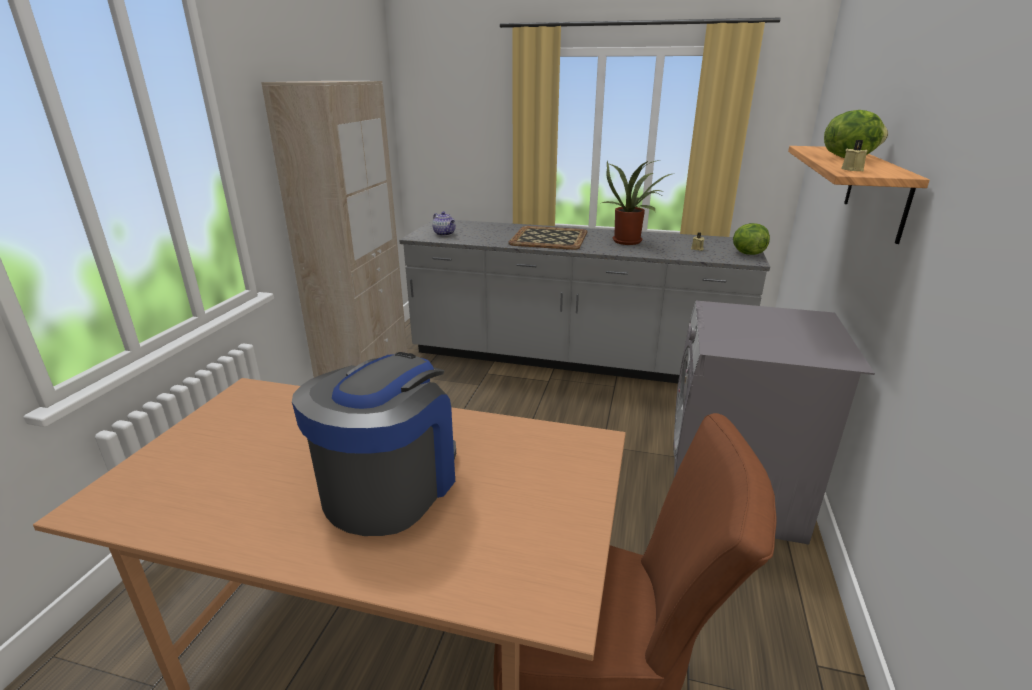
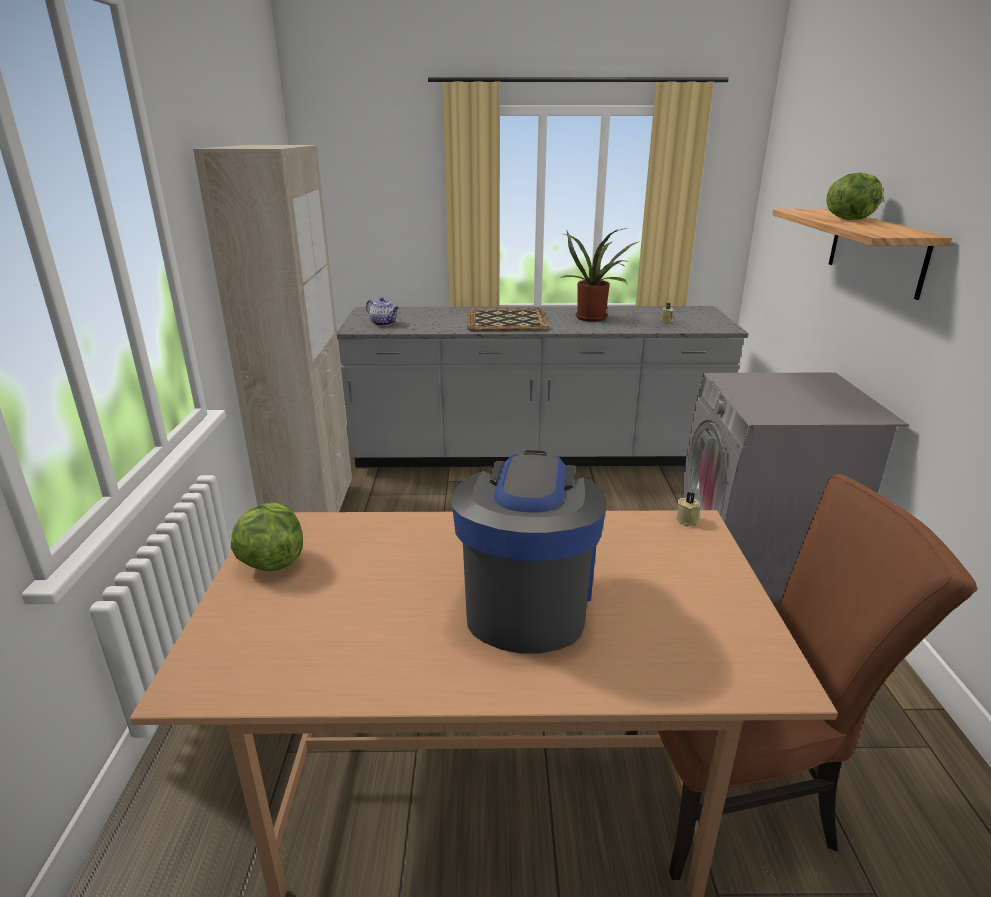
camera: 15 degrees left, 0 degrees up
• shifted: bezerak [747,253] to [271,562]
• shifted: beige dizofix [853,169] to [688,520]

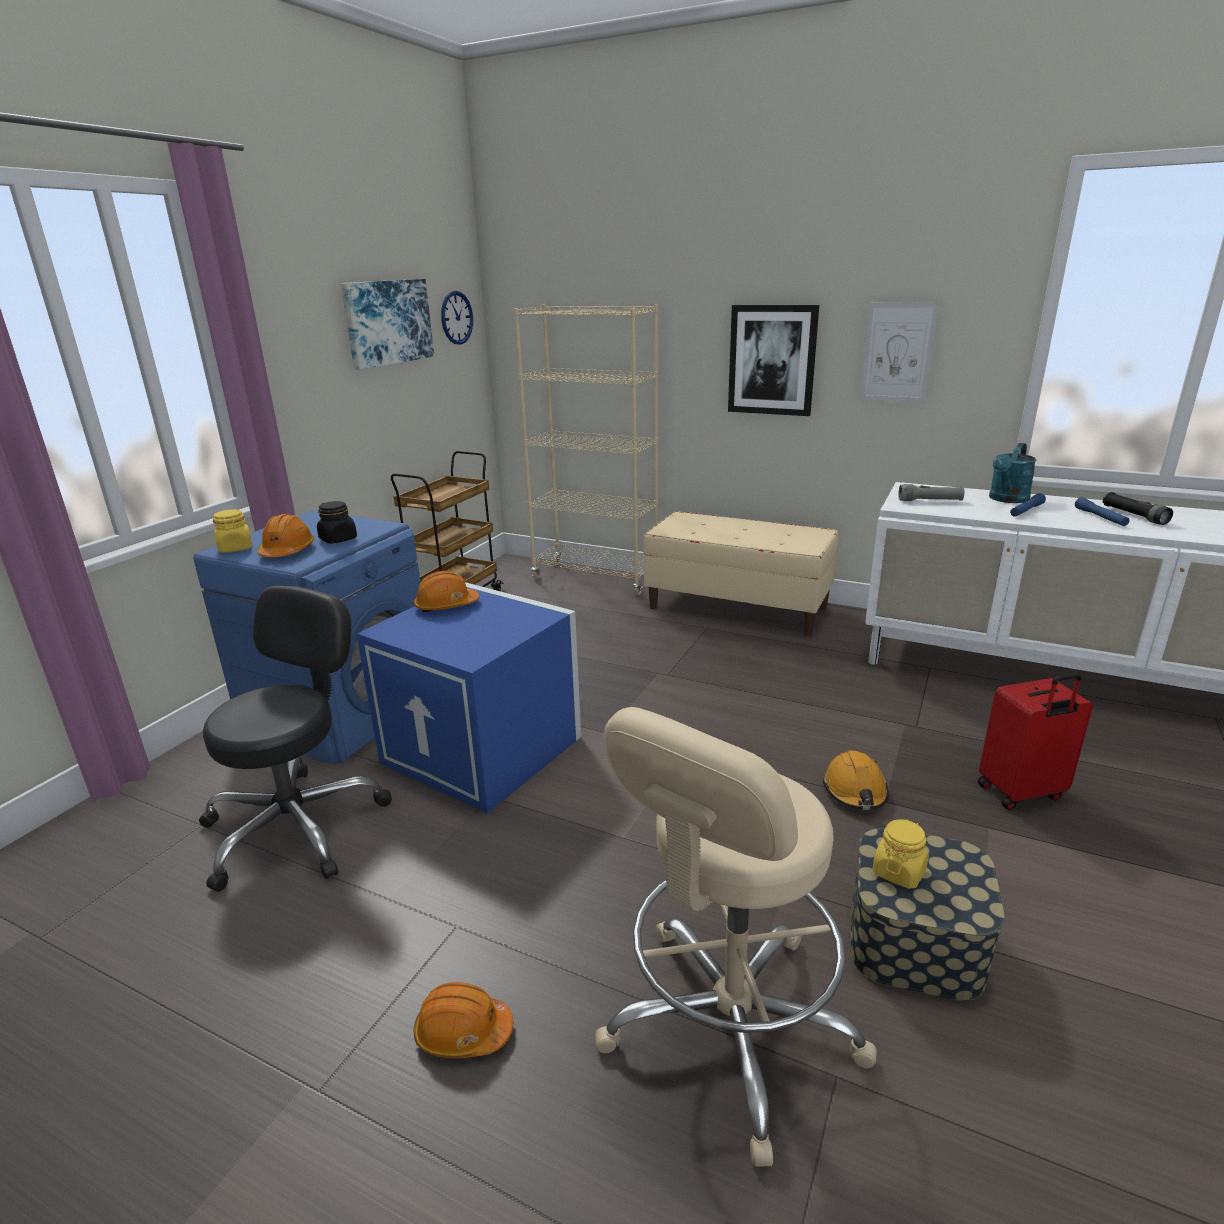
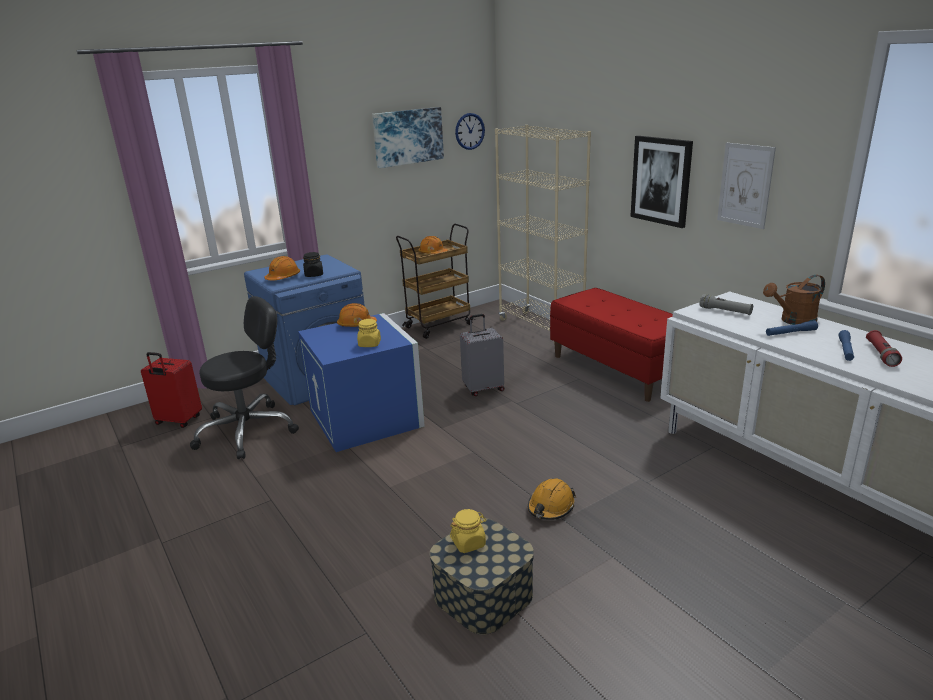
camera: 30 degrees right, 0 degrees up
• shifted: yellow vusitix [236,548] to [369,344]
• shifted: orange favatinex [463,1032] to [433,253]
• gone: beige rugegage [729,1028]
• repainted: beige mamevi [738,607] to red mamevi [618,369]
• shifted: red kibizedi [1021,793] to [178,421]
• repainted: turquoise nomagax [1007,499] to brown nomagax [793,321]
• repainted: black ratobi [1134,516] to red ratobi [881,354]
• new: grey kibizedi [483,388]

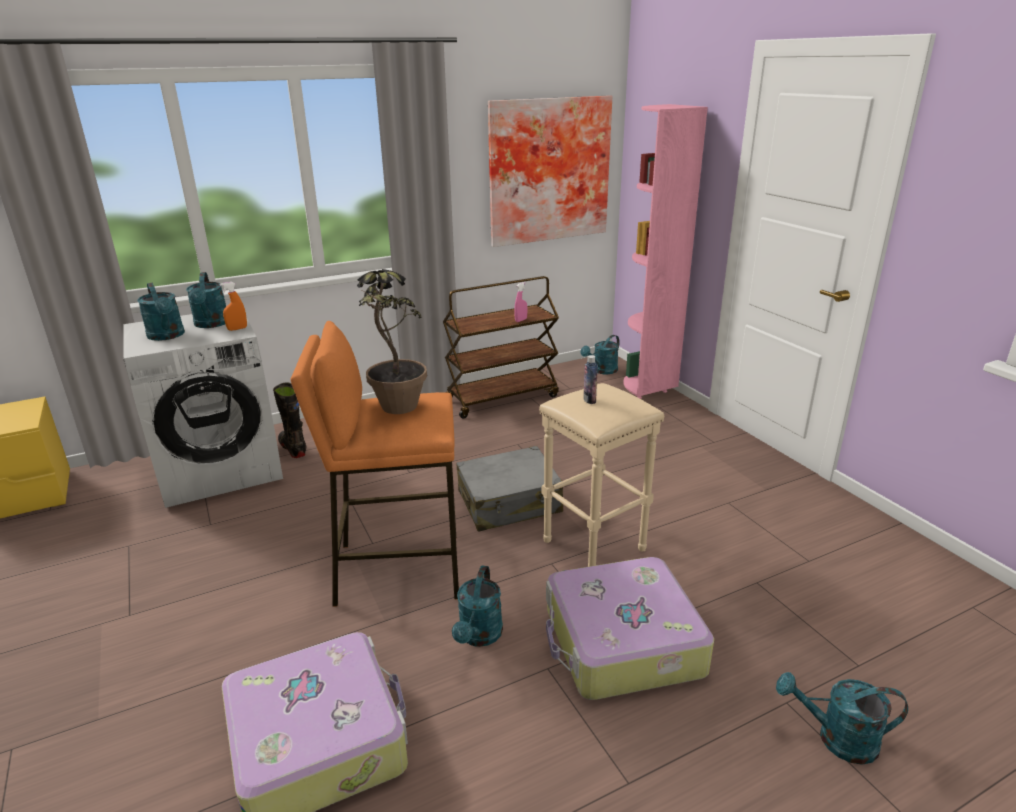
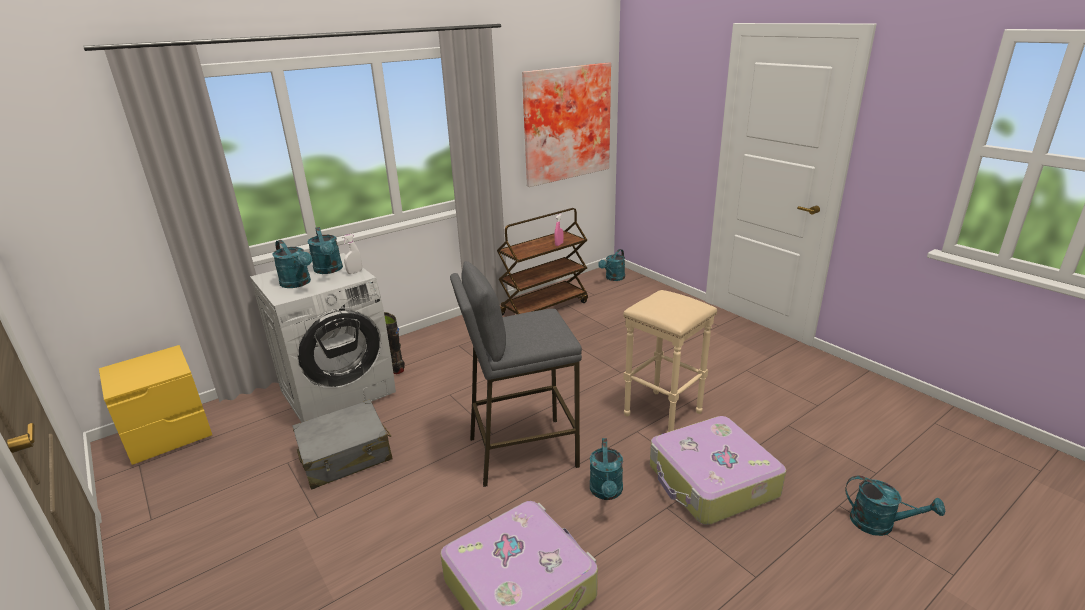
camera: 10 degrees left, 0 degrees up
• repainted: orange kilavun [237,329] to white kilavun [355,272]
• repainted: orange rugegage [397,569] to grey rugegage [522,451]
• gone: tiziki [396,412]
• shifted: grey kibizedi [509,502] to [346,455]
• gone: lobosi [589,400]
• gone: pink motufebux [645,389]
• rotated: turquoise nomagax [836,739] = [880,524] 150 degrees counterclockwise

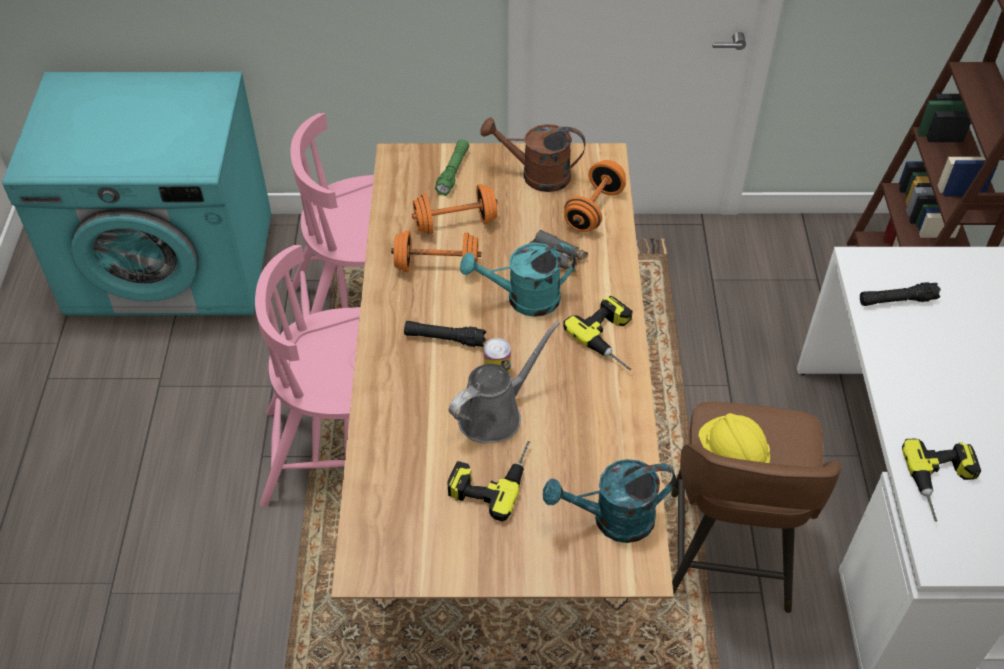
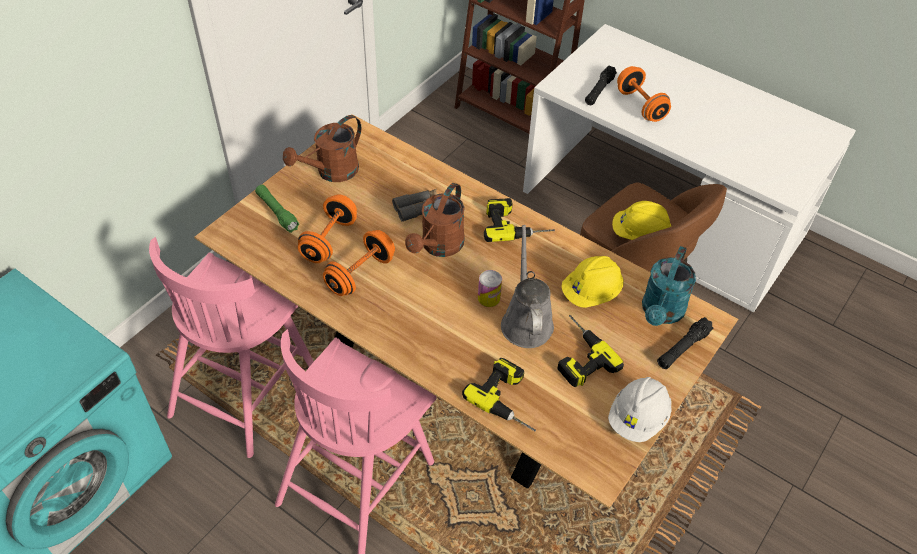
camera: 55 degrees left, 0 degrees up
• shifted: black ratobi [444,339] to [683,348]
• repainted: turquoise nomagax [523,299] to brown nomagax [439,247]
• shifted: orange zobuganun [594,210] to [640,105]
• shifted: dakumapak [944,484] to [510,399]
• new: yellow favatinex [591,293]
• new: white favatinex [638,418]

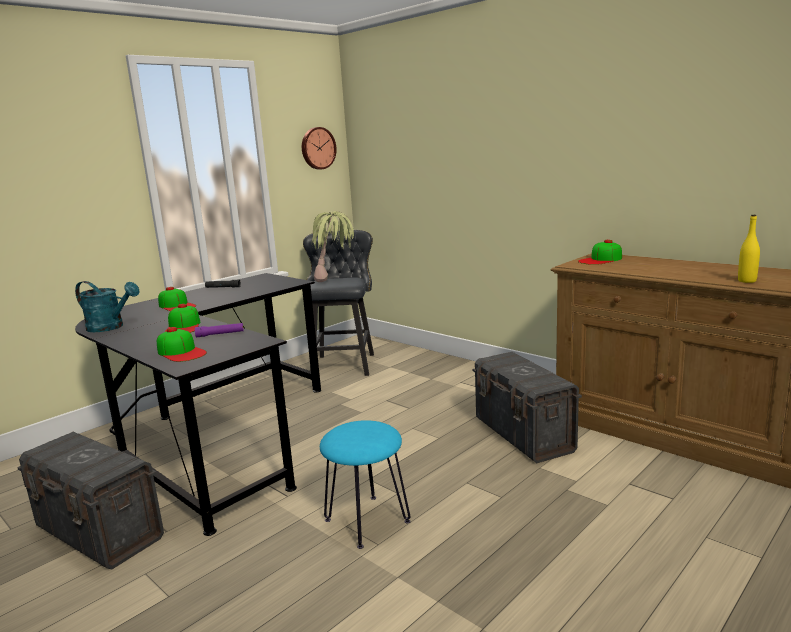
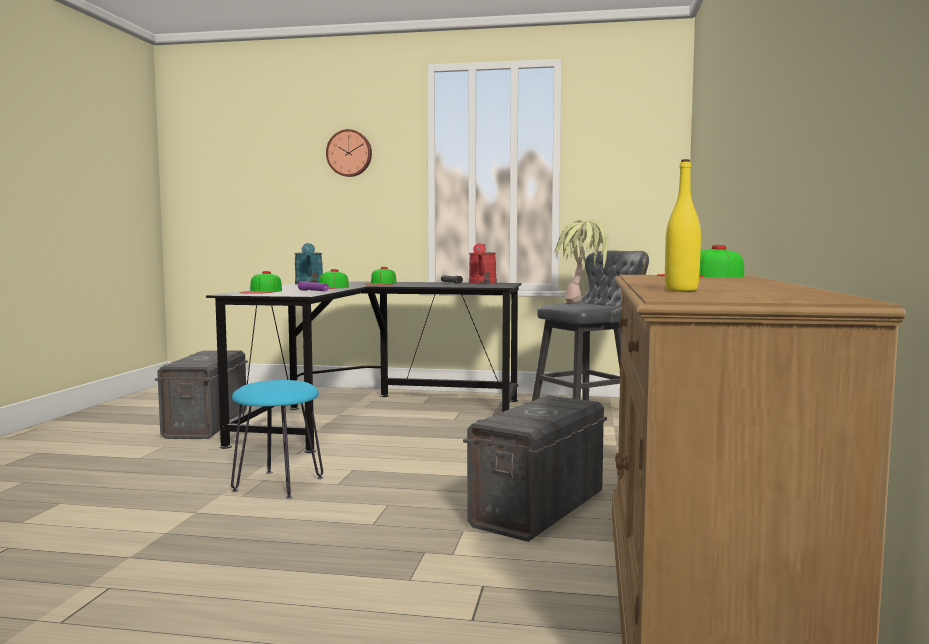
camera: 55 degrees right, 10 degrees down
• shifted: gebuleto [317,148] to [349,153]
• new: red nomagax [482,283]

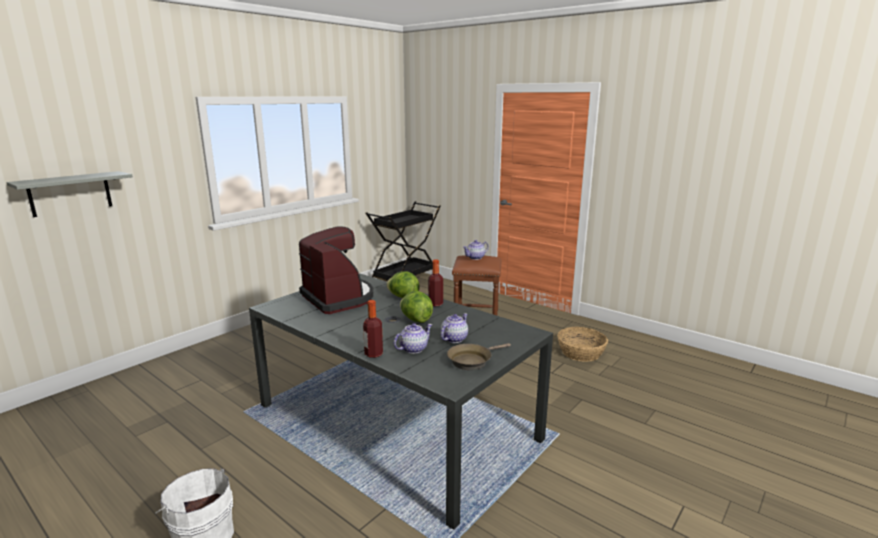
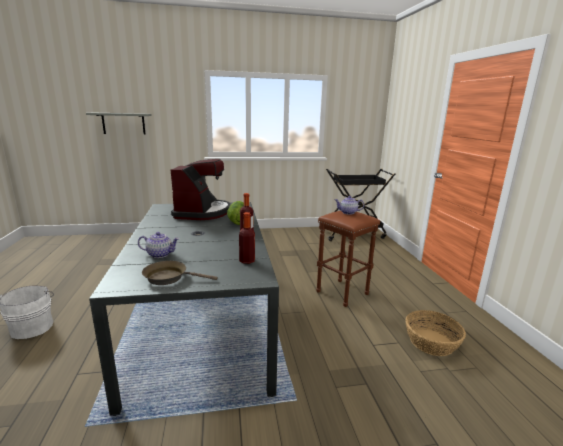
camera: 40 degrees right, 0 degrees up
• shifted: lobosi [373,354] to [247,261]
• gone: bezerak [415,320]
• gone: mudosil [454,338]

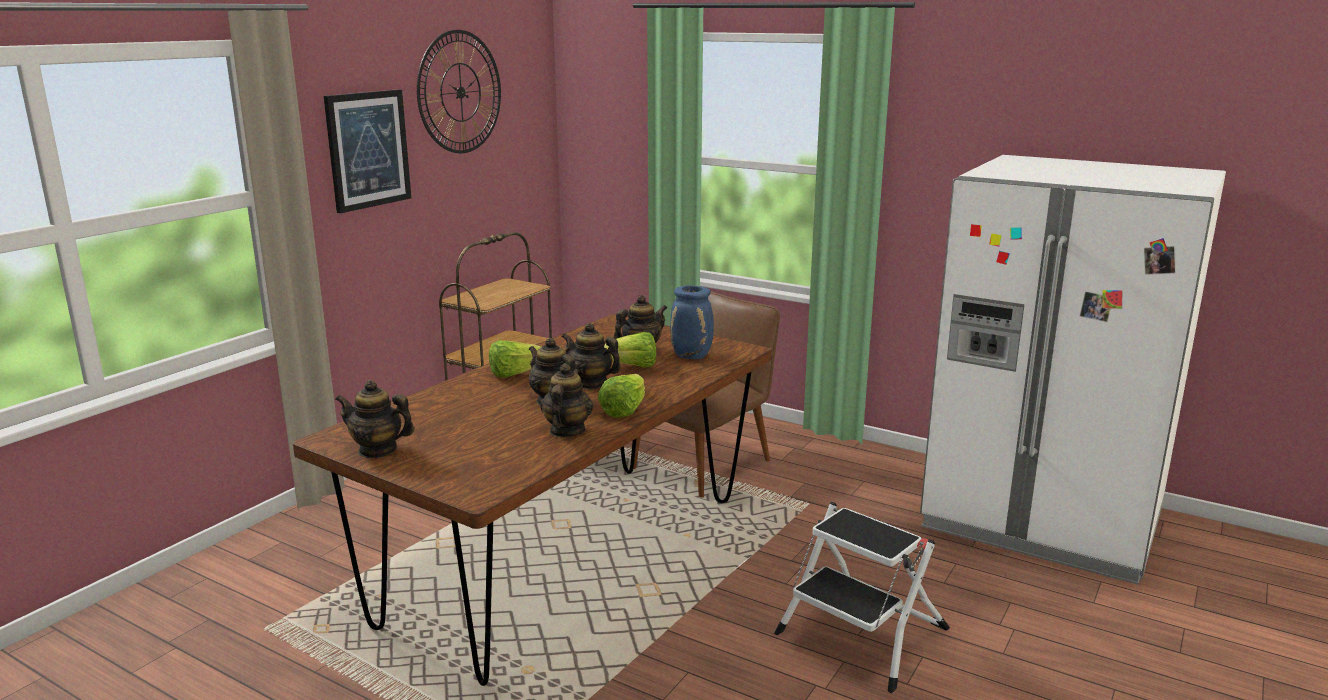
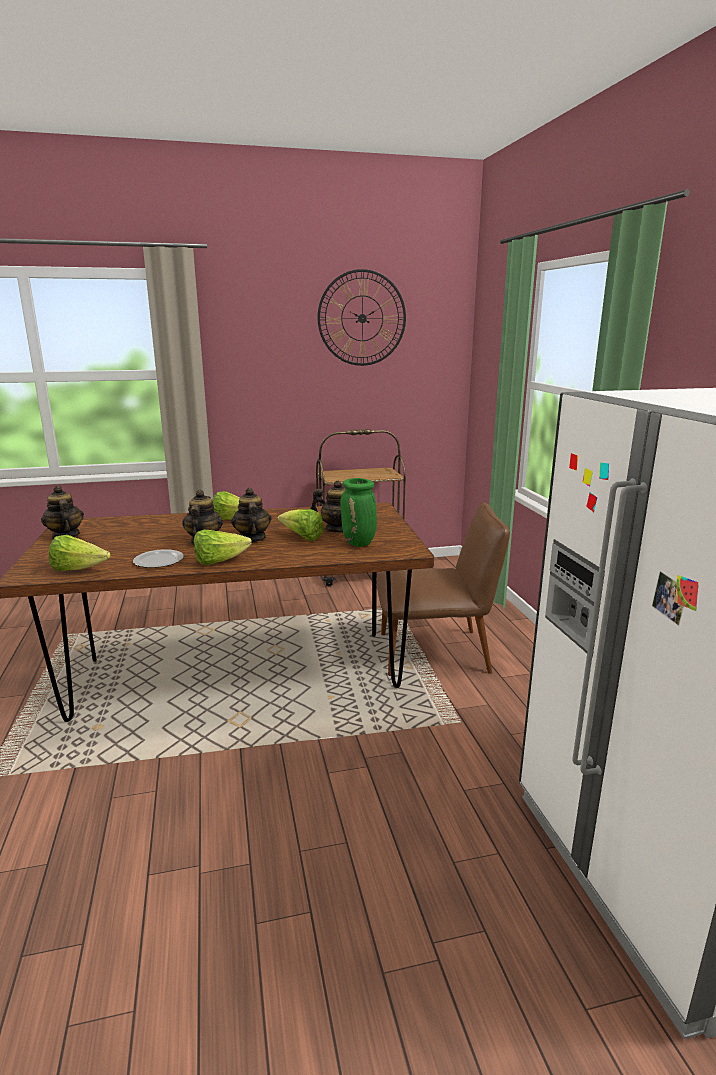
camera: 45 degrees right, 0 degrees up
• gone: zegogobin [368,149]
• swapped: mudosil [566,431] to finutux [158,561]
• repainted: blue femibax [692,356] to green femibax [359,543]
• gone: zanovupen [863,634]
• new: bezerak [78,570]

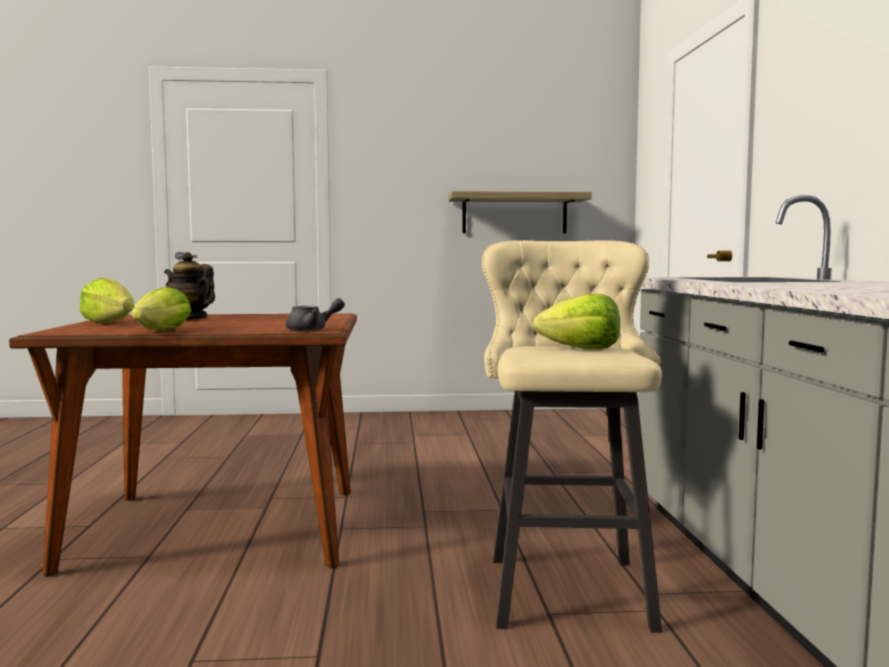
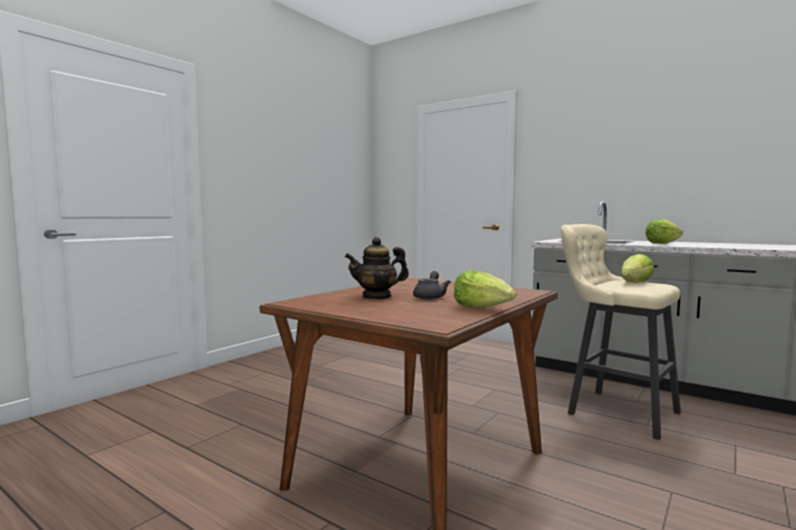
camera: 50 degrees left, 0 degrees up
• shifted: bezerak [110,323] to [662,243]
• shifted: grey mudosil [312,330] to [430,297]
• gone: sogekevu [514,214]

